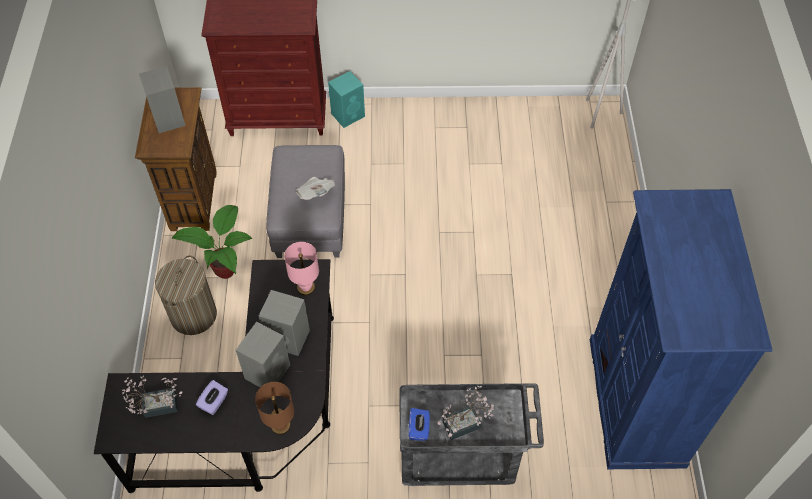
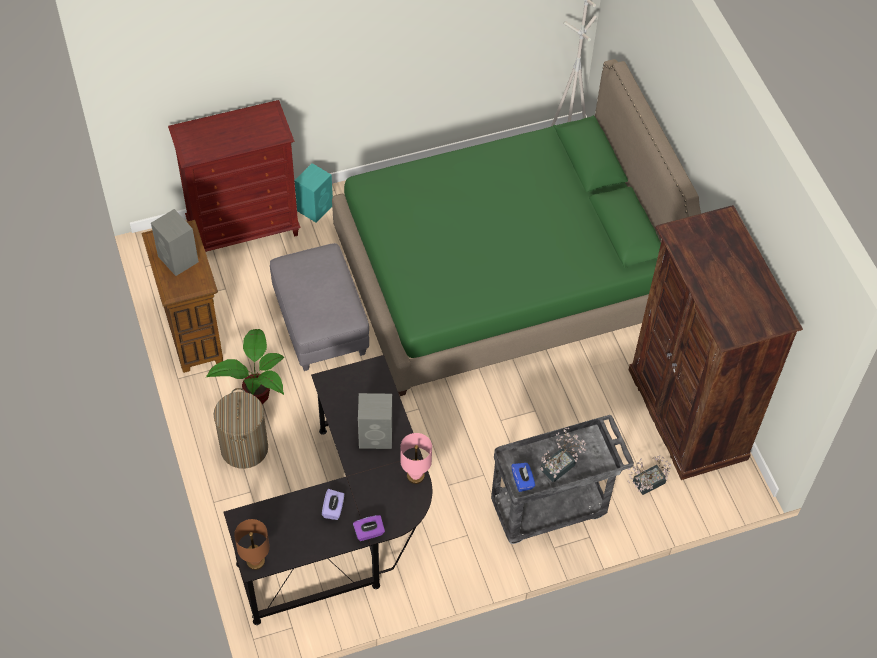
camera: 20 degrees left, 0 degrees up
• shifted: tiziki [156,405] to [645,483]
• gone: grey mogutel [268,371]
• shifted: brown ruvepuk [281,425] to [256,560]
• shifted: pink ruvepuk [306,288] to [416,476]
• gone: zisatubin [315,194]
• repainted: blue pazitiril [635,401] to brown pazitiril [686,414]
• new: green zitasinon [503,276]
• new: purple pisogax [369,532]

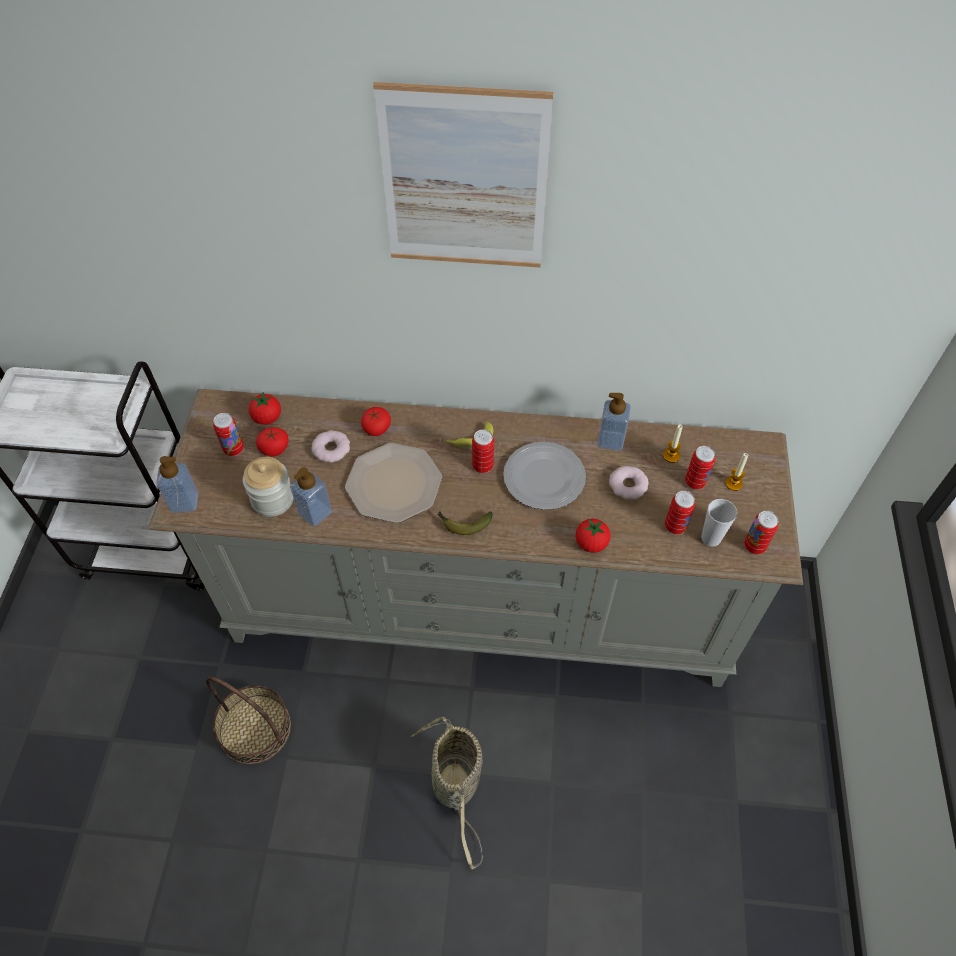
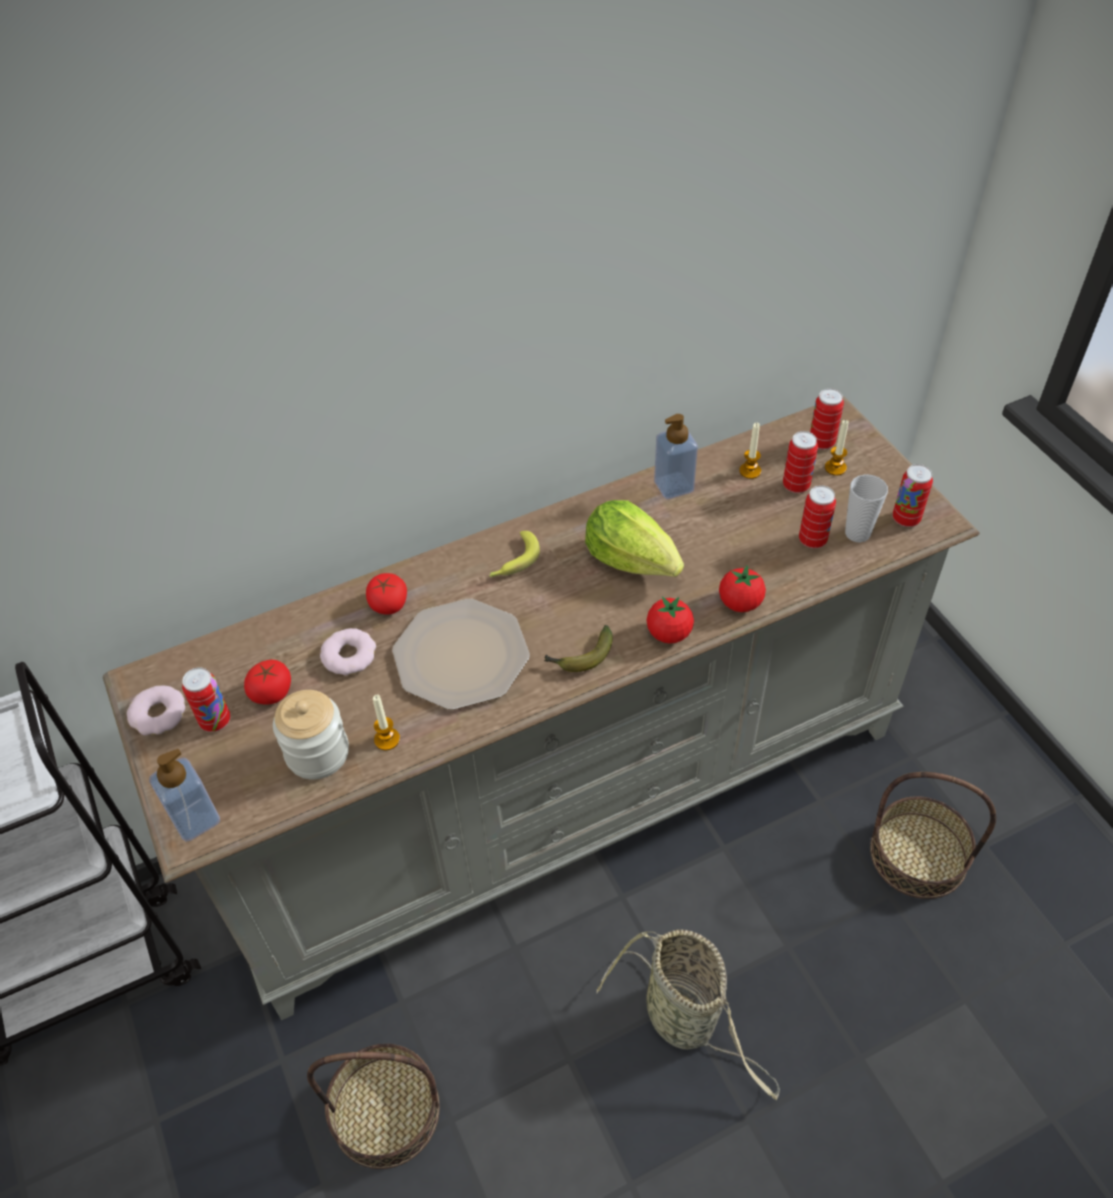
camera: 30 degrees left, 5 degrees down
• shifted: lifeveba [267,418] to [669,633]
• swapped: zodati [315,512] to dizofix [387,739]
• gone: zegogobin [464,181]
• shifted: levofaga [483,466] to [821,442]
• swapped: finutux [544,477] to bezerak [632,559]
• shifted: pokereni [628,485] to [159,714]
• new: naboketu [918,854]

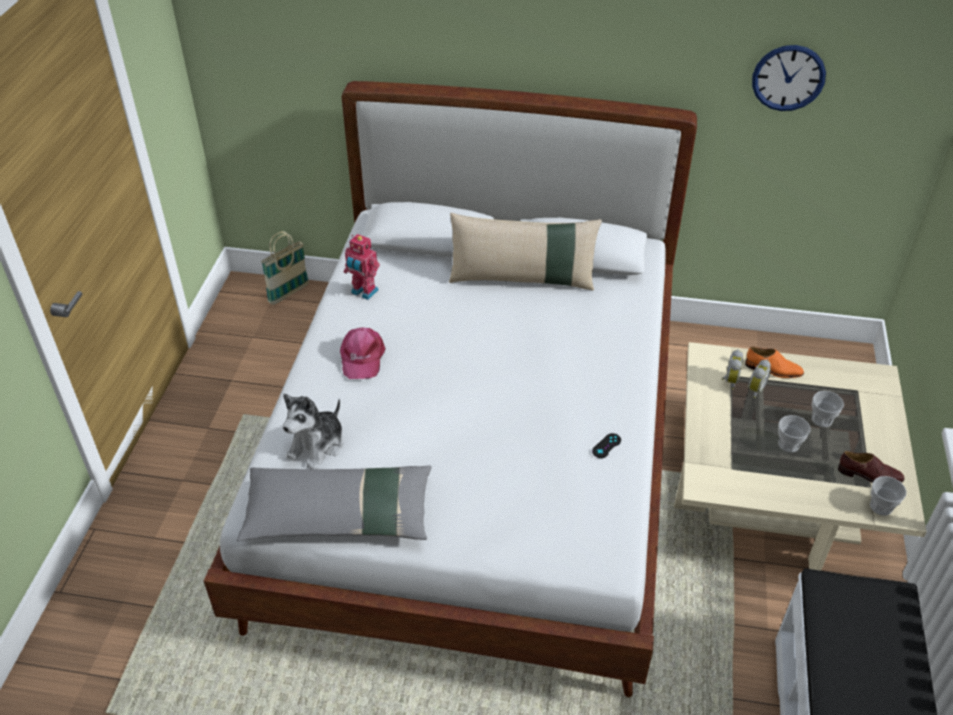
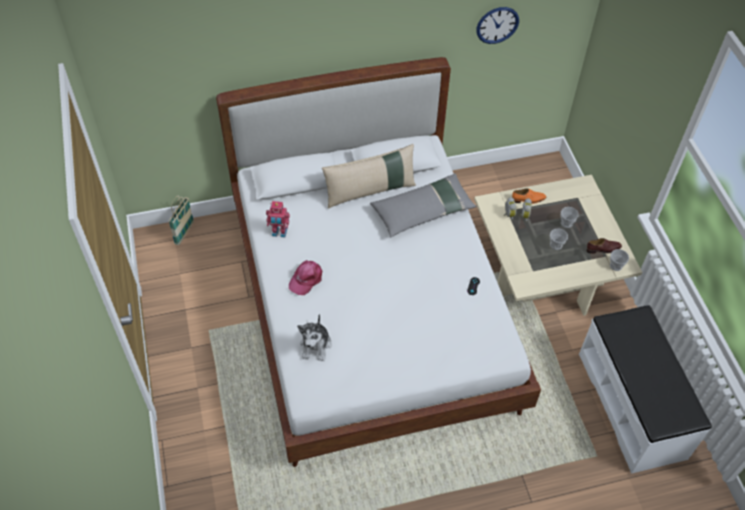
camera: 25 degrees left, 10 degrees up
• shifted: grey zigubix [339,515] to [423,211]
• rotated: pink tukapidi [362,357] = [306,279] 60 degrees clockwise

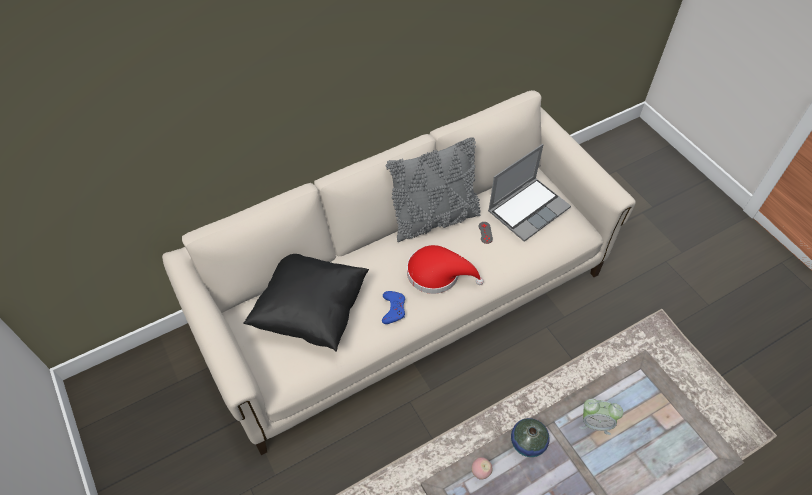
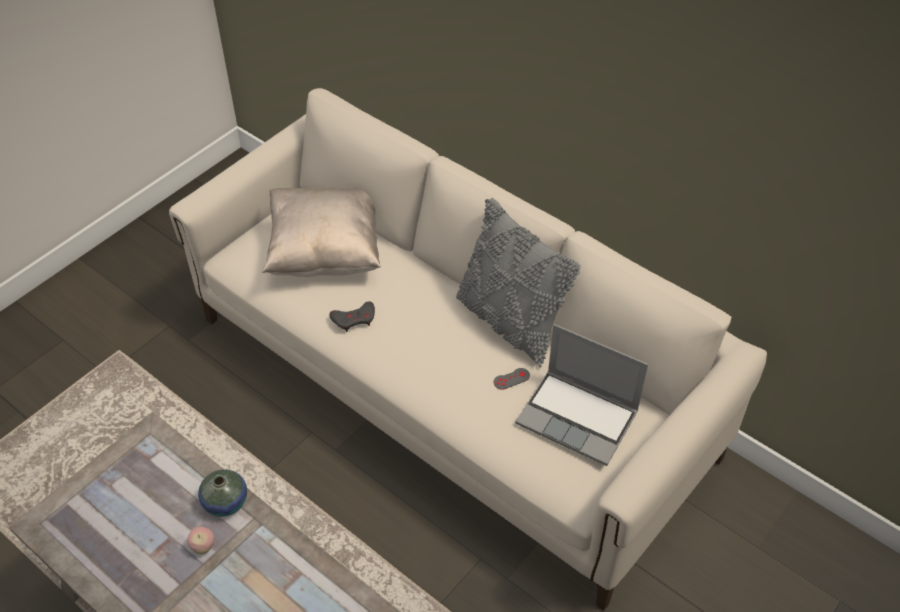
camera: 70 degrees right, 5 degrees down
• repainted: black zigubix [311,311] to beige zigubix [325,252]
• repainted: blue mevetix [393,309] to grey mevetix [354,319]
• gone: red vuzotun [438,273]
• shifted: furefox [480,472] to [203,547]
• gone: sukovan [595,423]

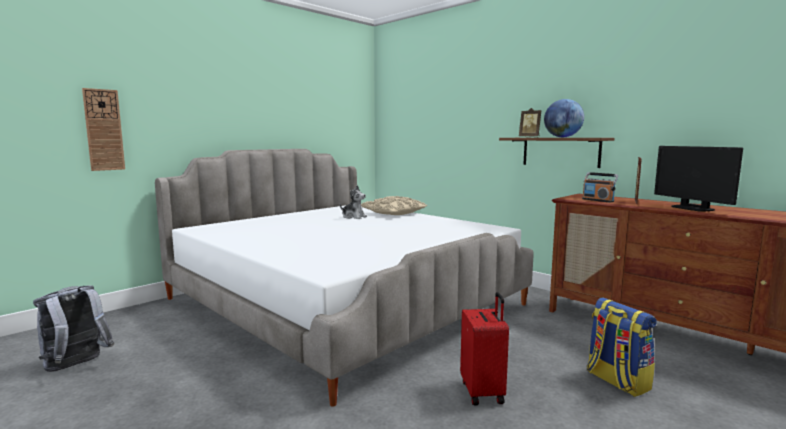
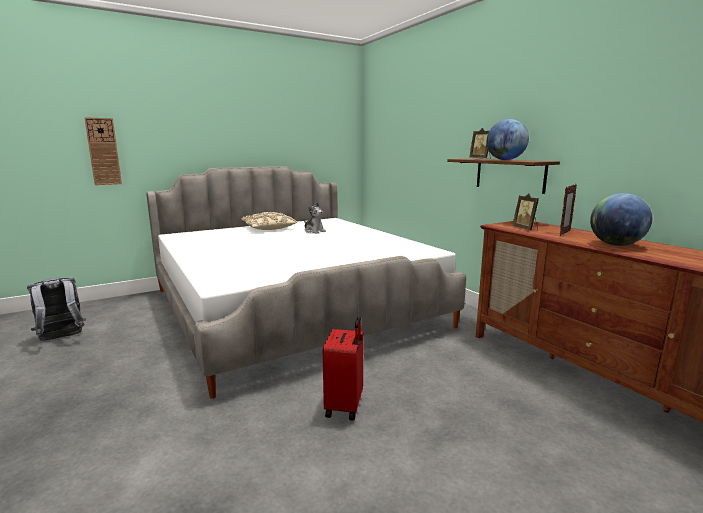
camera: 15 degrees right, 5 degrees up
• shifted: beige zigubix [393,213] to [268,228]
• swapped: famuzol [598,200] to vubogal [525,229]
• gone: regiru [616,381]
• swapped: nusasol [692,208] to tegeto [616,245]

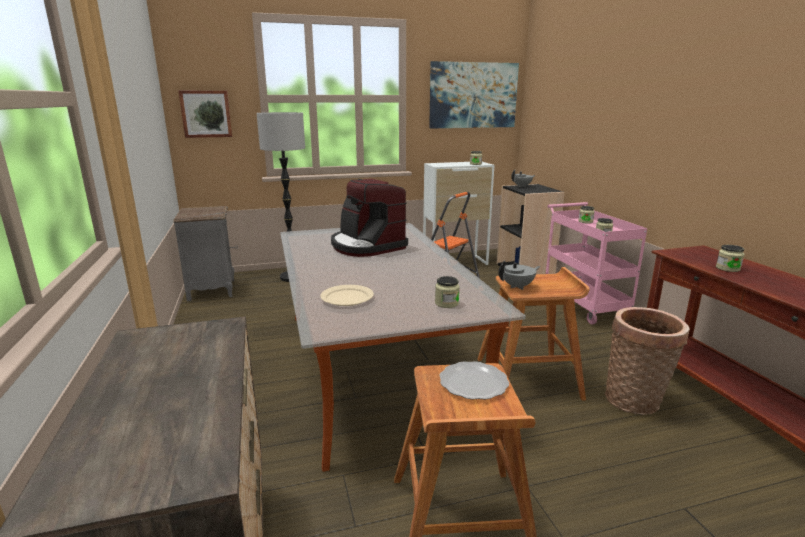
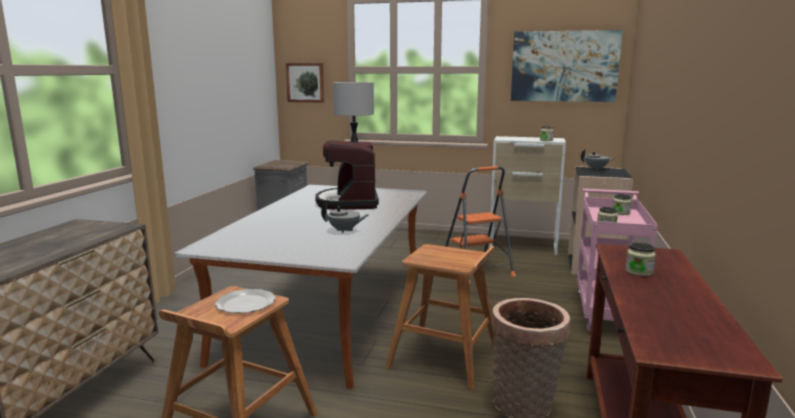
camera: 30 degrees right, 5 degrees down
• gone: beige finutux [346,297]
• gone: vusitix [446,303]
• shifted: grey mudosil [518,286] to [344,230]

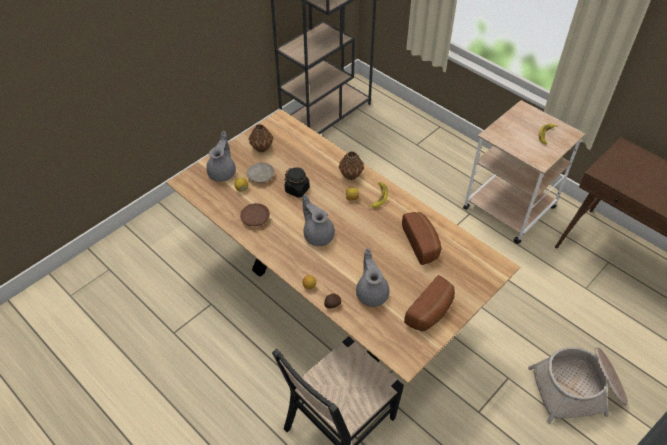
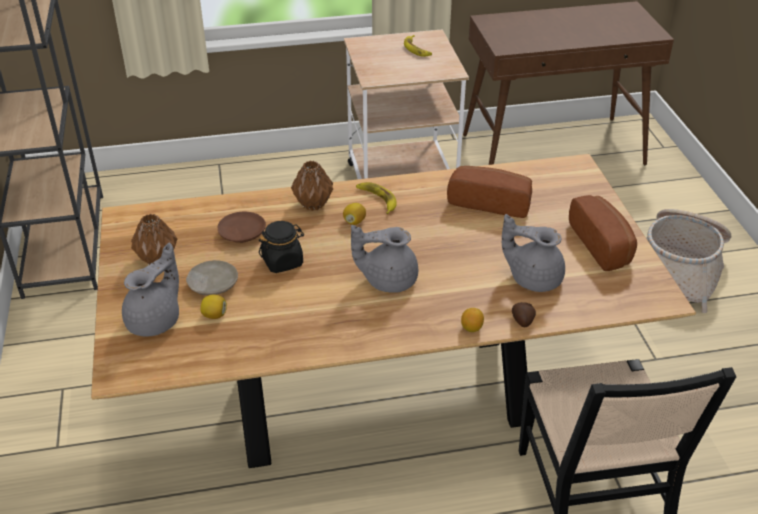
camera: 55 degrees left, 10 degrees down
• rotated: grey mudosil [223,172] = [156,320] 75 degrees clockwise
• shifted: brown finutux [255,218] to [241,233]

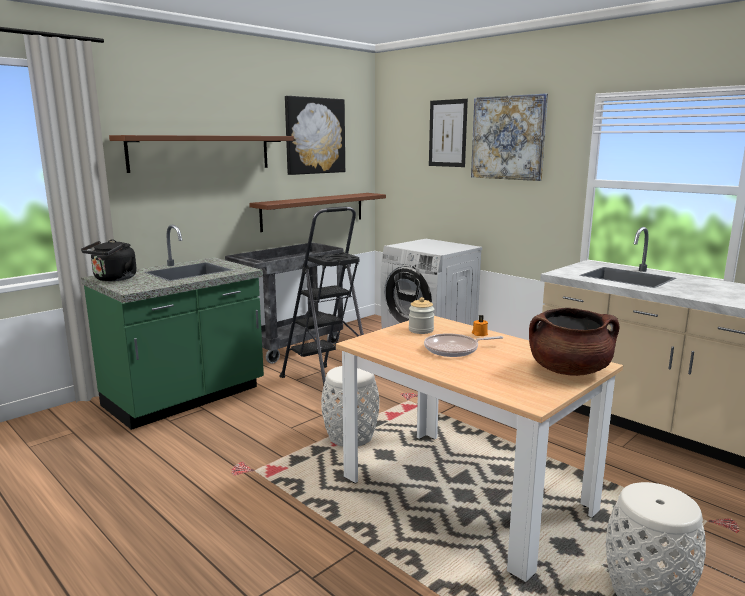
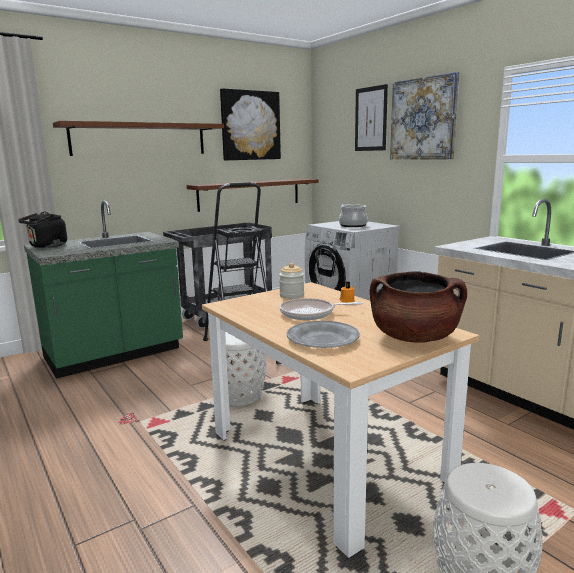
camera: 10 degrees right, 0 degrees up
• new: grey finutux [322,339]
• new: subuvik [352,225]

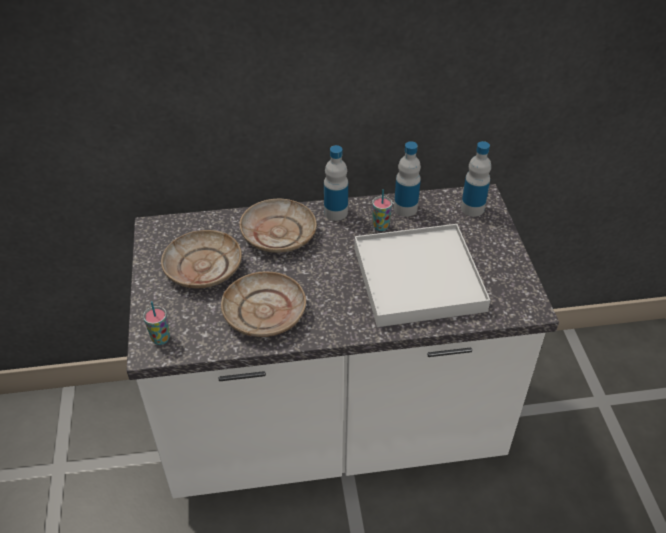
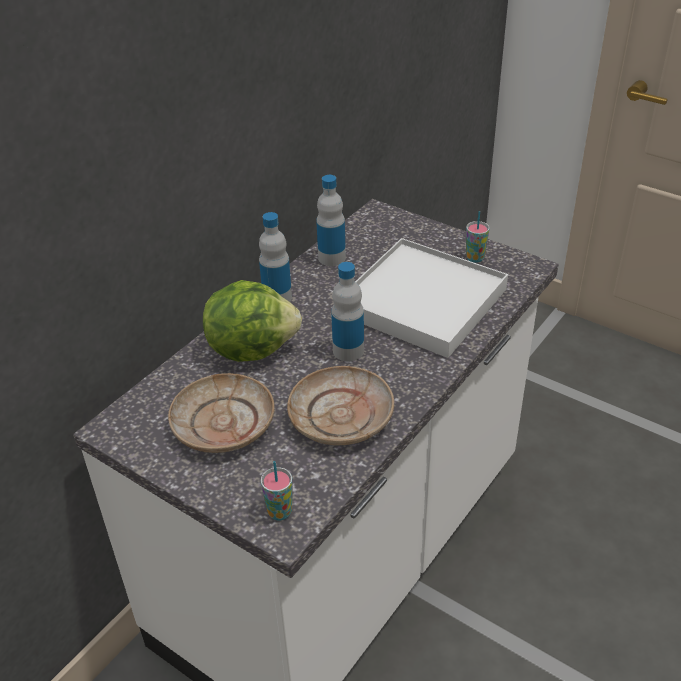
camera: 45 degrees left, 5 degrees down
• swapped: beige finutux [278,234] to bezerak [252,348]
• shifted: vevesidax [380,226] to [475,258]
• shifted: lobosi [472,208] to [348,351]

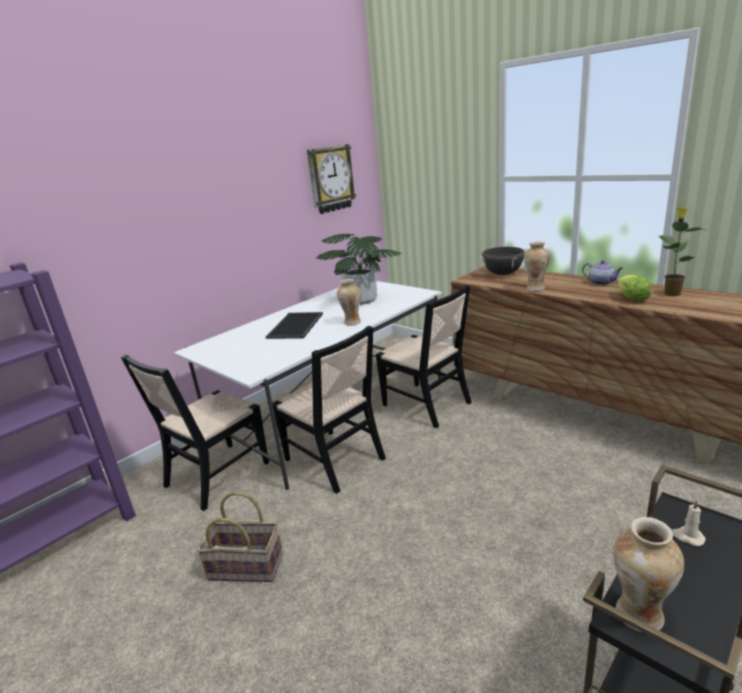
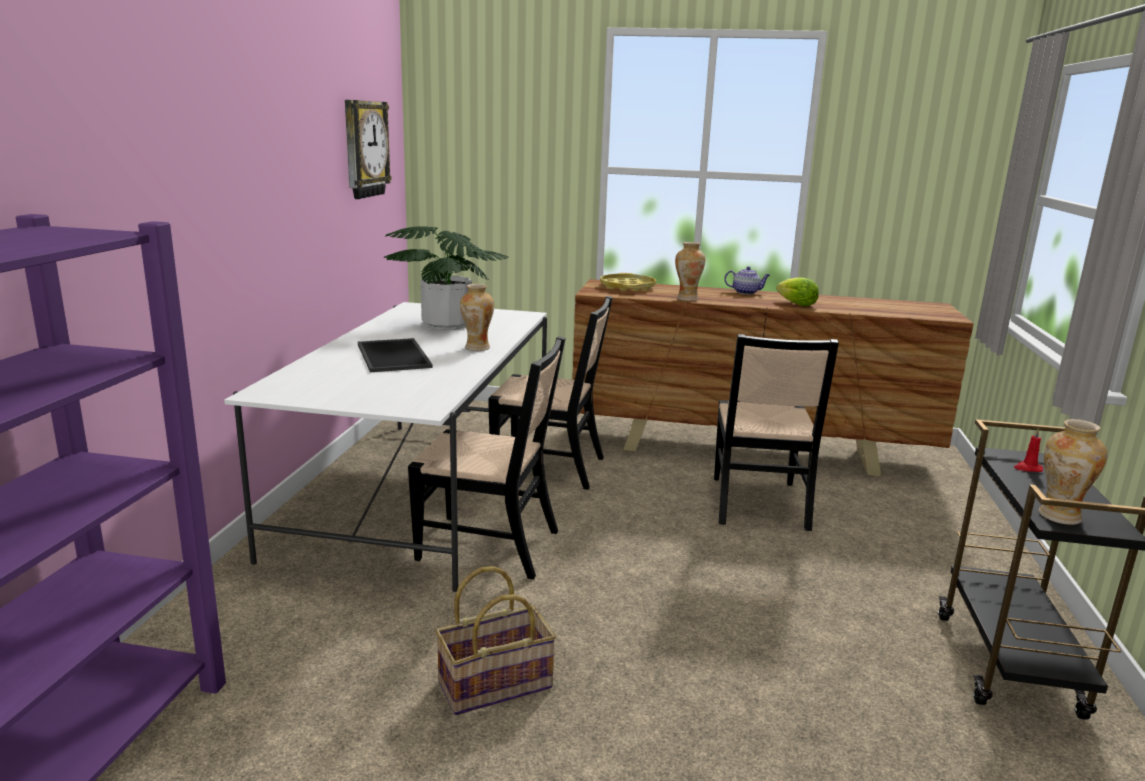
camera: 35 degrees left, 5 degrees down
• shifted: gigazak [217,475] to [758,503]
• swapped: black subuvik [503,274] to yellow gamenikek [627,287]
• gone: tiziki [671,293]
• repainted: beige dizofix [687,536] to red dizofix [1027,468]

